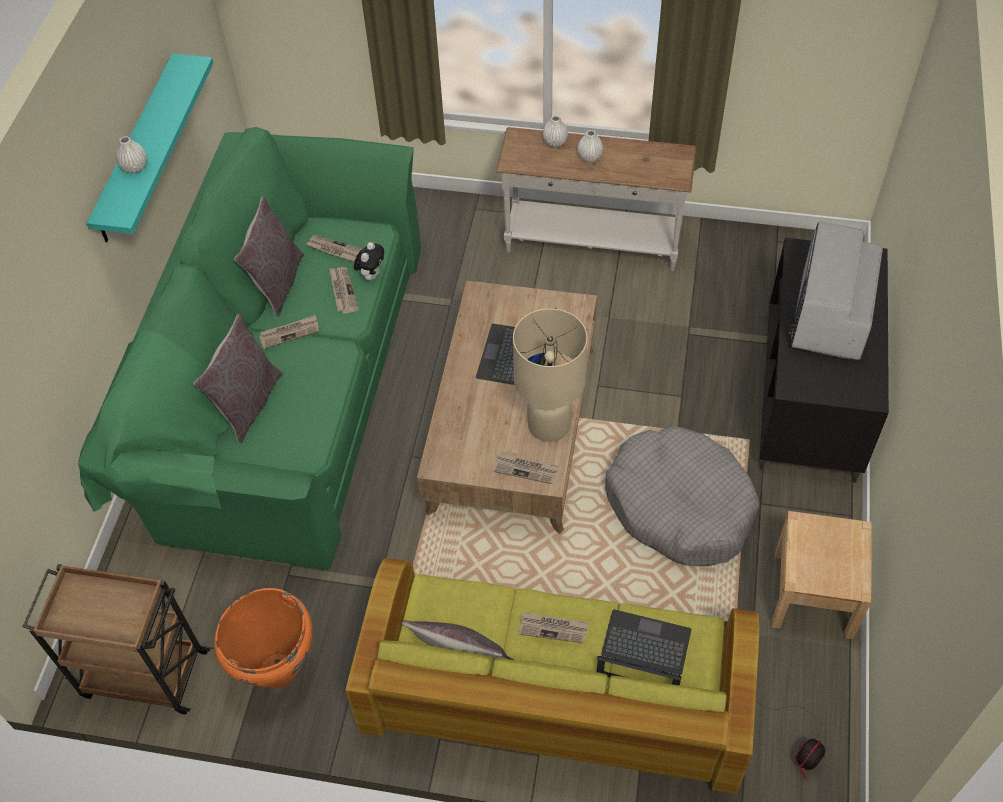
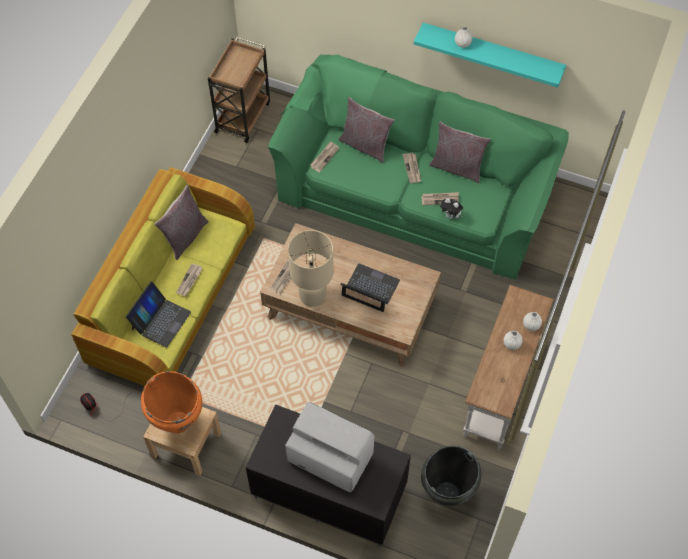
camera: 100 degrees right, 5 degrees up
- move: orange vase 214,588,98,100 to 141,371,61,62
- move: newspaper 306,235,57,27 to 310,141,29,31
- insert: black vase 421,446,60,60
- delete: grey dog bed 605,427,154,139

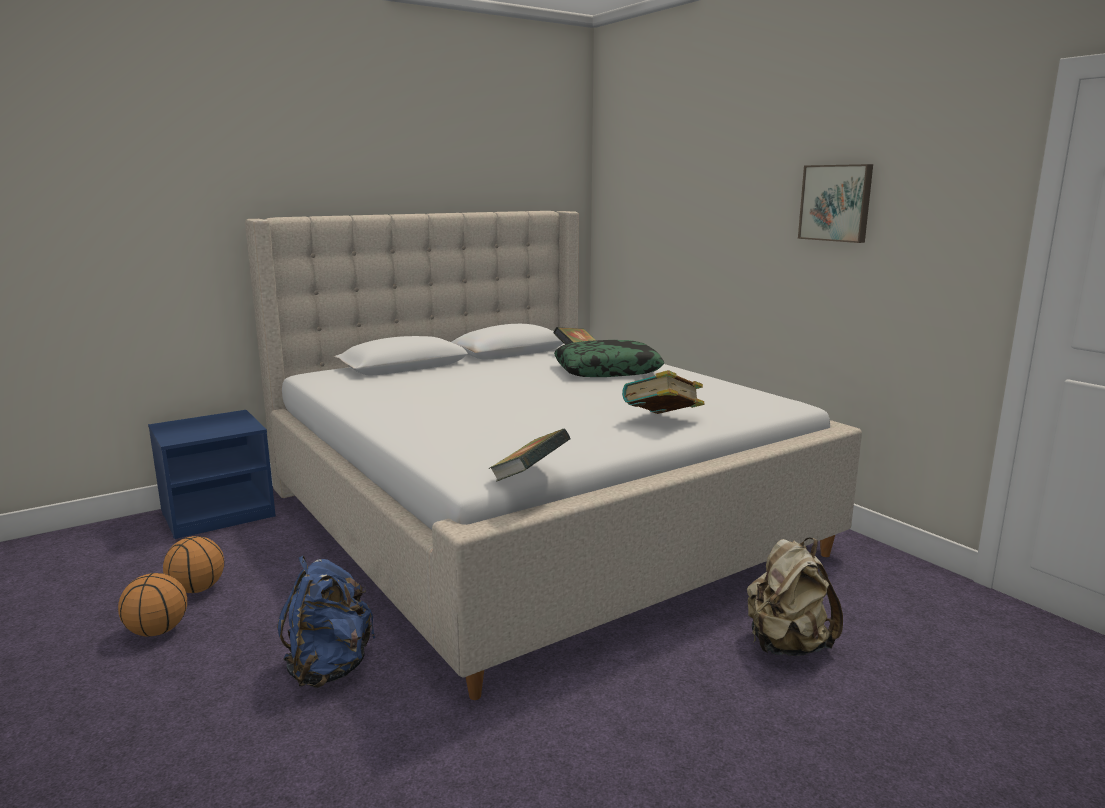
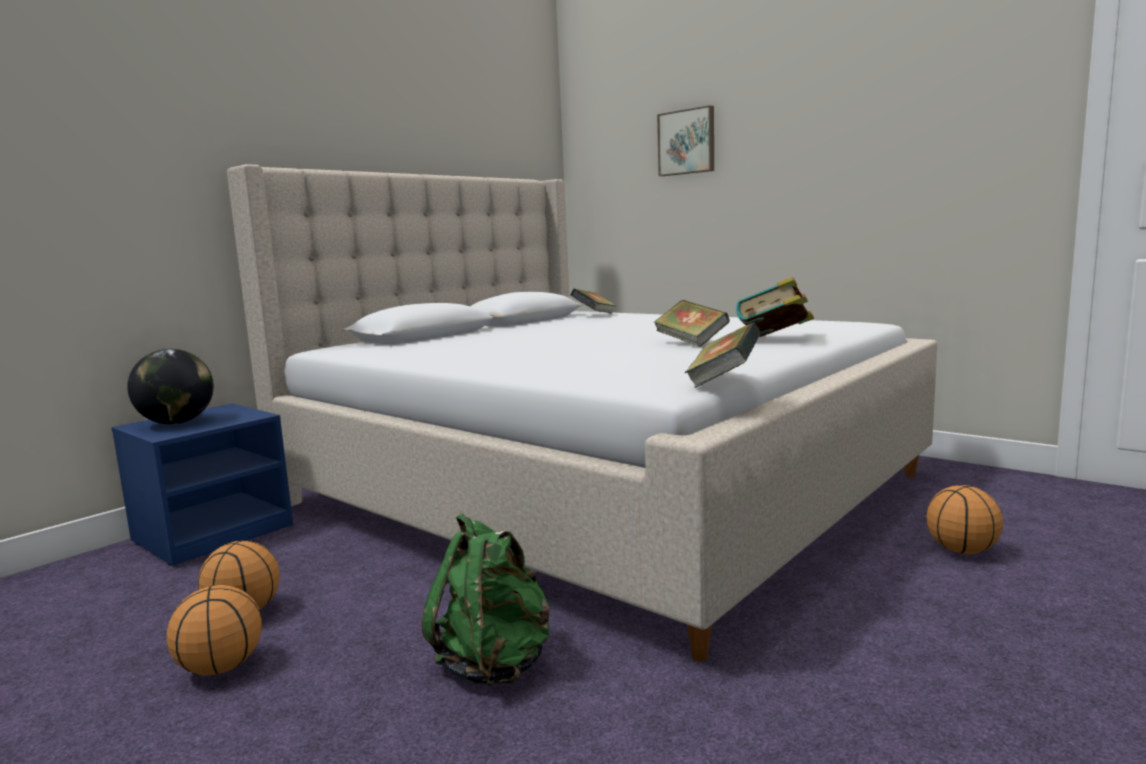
camera: 15 degrees left, 5 degrees down
- insert: globe 127,349,87,75
- recolor: blue backpack 277,556,98,132 to green backpack 422,514,128,172
- insert: book 654,300,76,47
- move: picture 798,164,75,79 to 657,105,57,71
- replace: beige backpack 747,537,96,119 to basketball 926,485,77,69
- delete: pillow 554,340,110,37

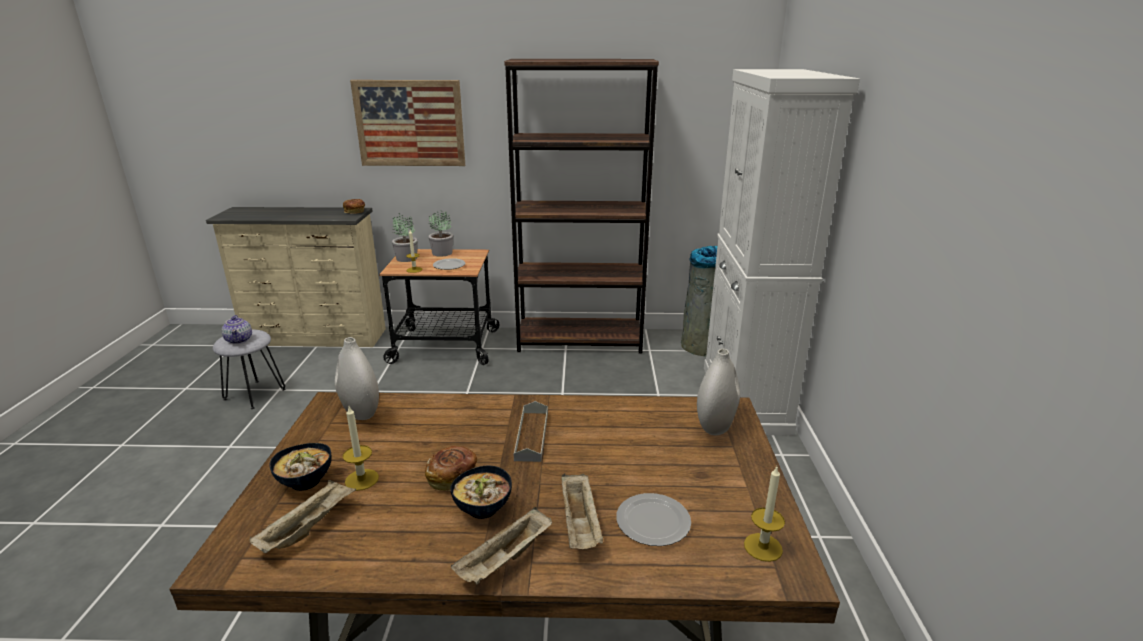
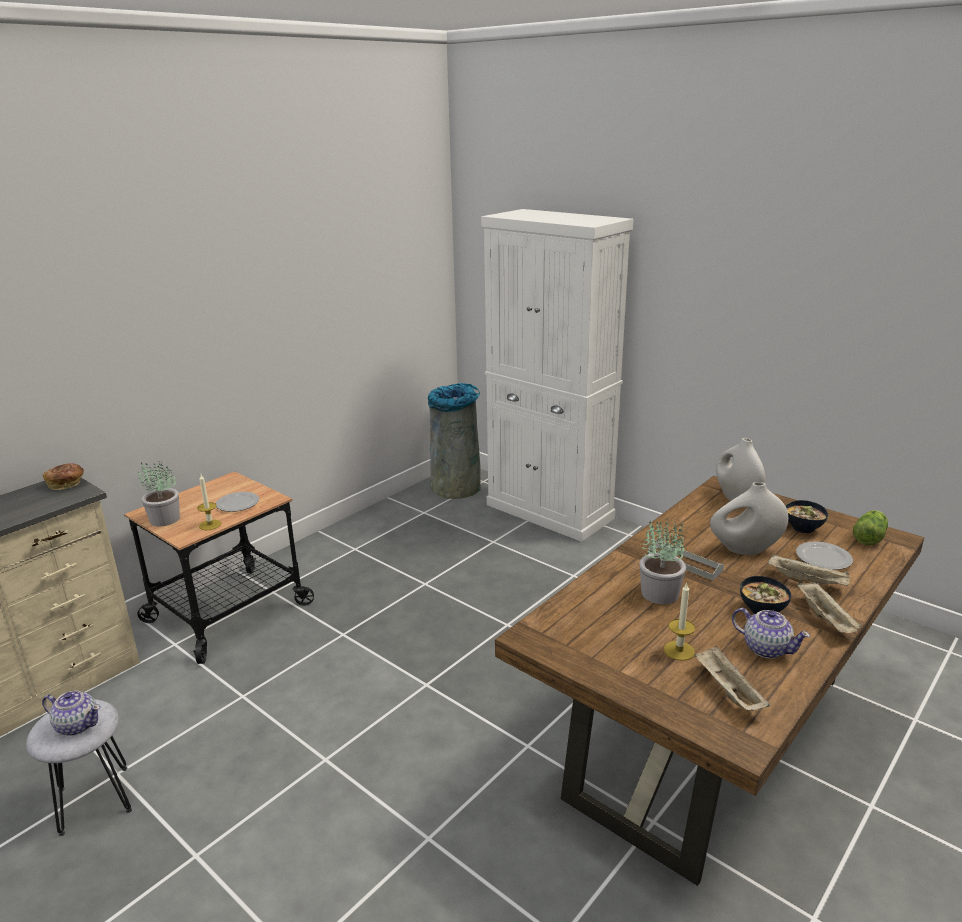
camera: 50 degrees left, 0 degrees up
- move: potted plant 428,211,25,46 to 639,518,47,86
- move: white vase 335,337,44,83 to 710,482,78,73
- insert: teapot 732,608,79,51
- move: bowl 269,443,62,48 to 786,500,42,33
- replace: candle 744,467,41,95 to lettuce 853,510,35,35
- delete: picture 350,80,115,86
- delete: bread 425,446,53,45
- delete: brown bookcase 504,59,155,295

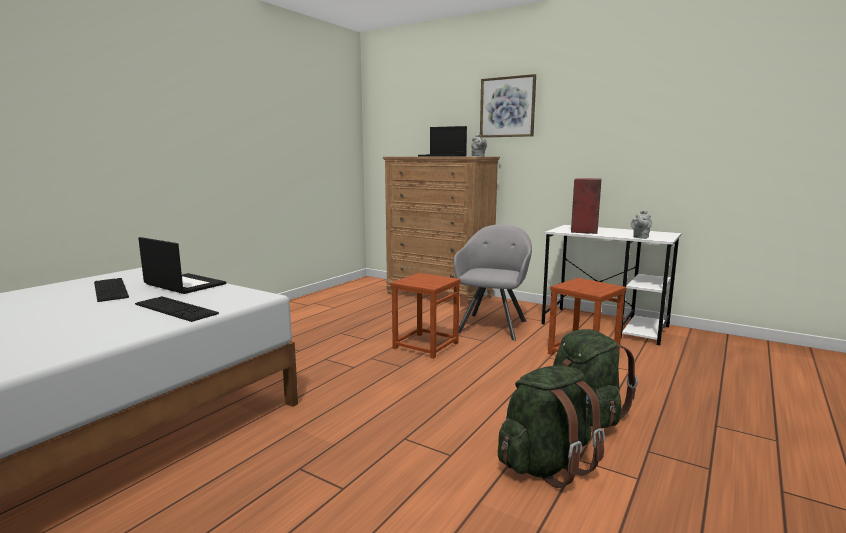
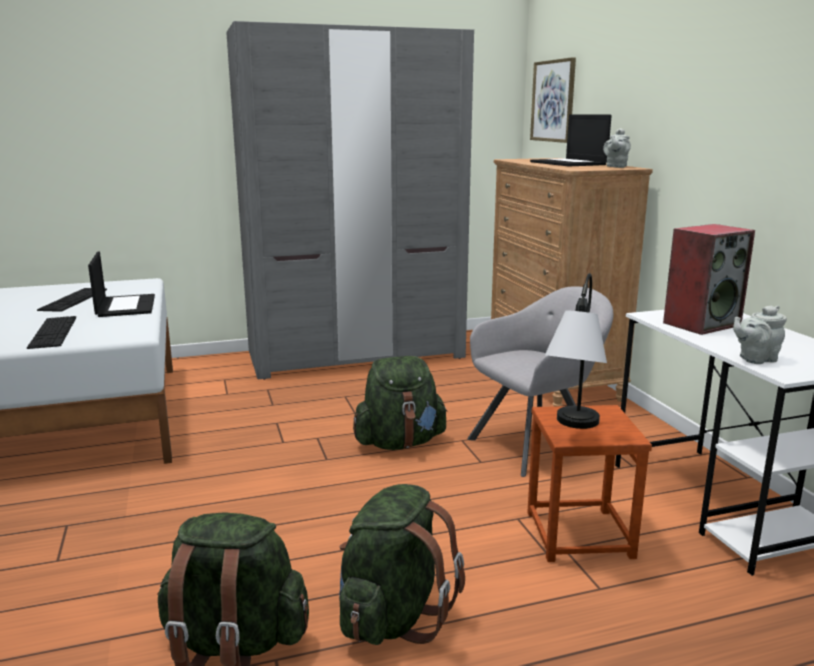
camera: 40 degrees right, 5 degrees up
- insert: grey wardrobe 226,21,248,359
- replace: brown stool 391,273,70,86 to green backpack 353,356,95,94
- move: picture 480,74,56,64 to 530,57,46,86
- insert: table lamp 545,273,62,156

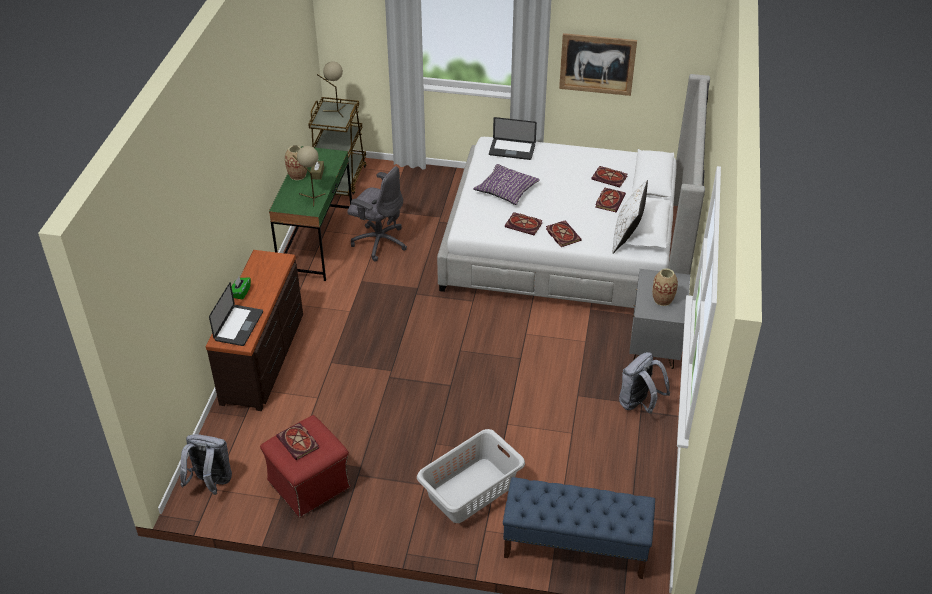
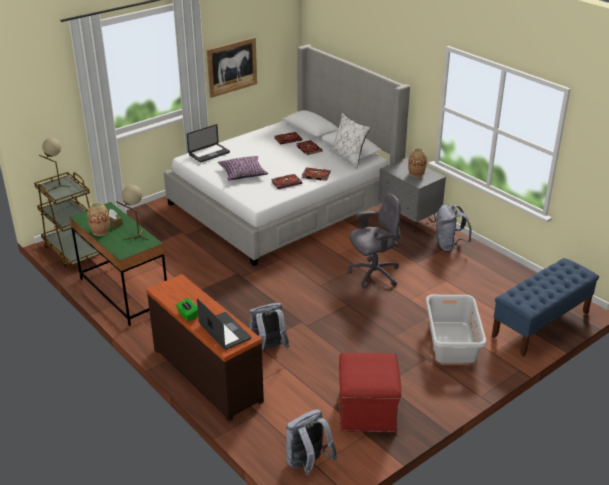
camera: 50 degrees left, 10 degrees down
- insert: grey backpack 249,303,41,48
- move: grey office chair 347,166,60,96 to 348,193,53,96
- delete: book 276,422,43,38

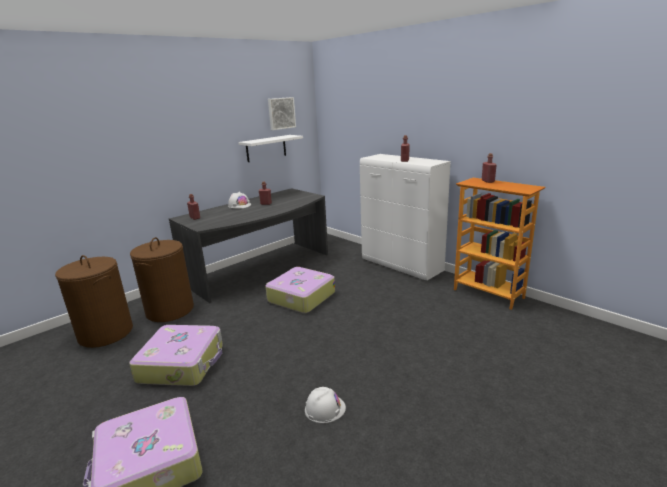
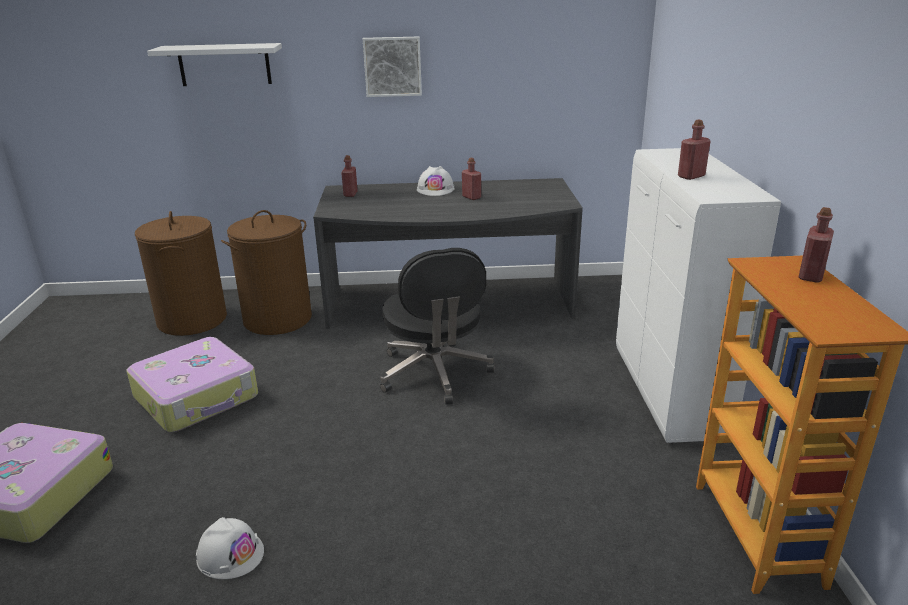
camera: 40 degrees right, 5 degrees up
- move: white shelf 238,135,65,27 to 147,43,135,43
- move: picture 268,97,28,33 to 363,37,59,60
- replace: suitcase 265,267,70,46 to black office chair 380,248,114,157

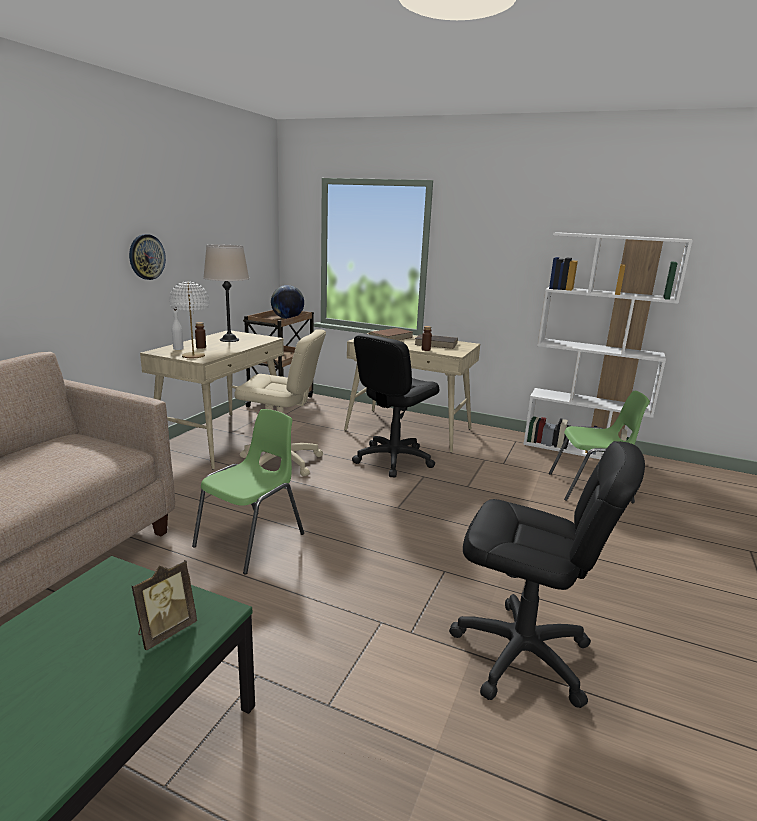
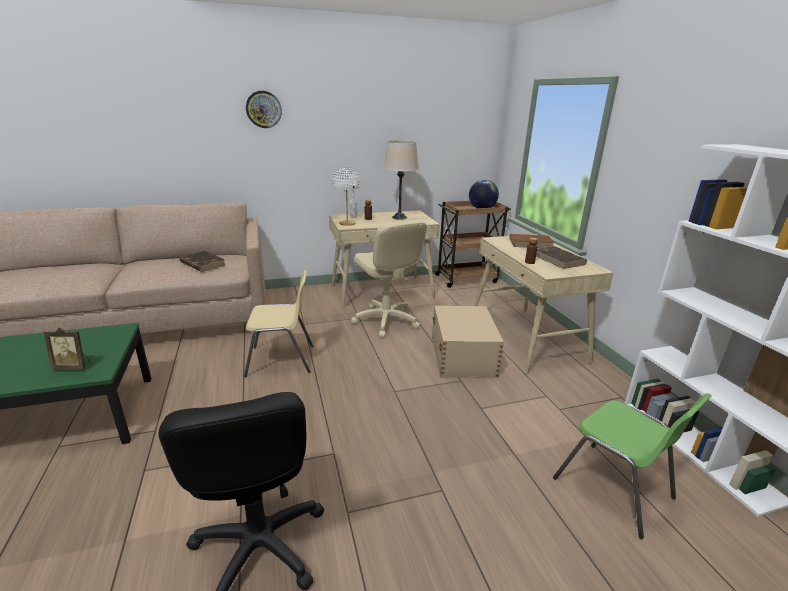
camera: 50 degrees right, 5 degrees up
- insert: brown book 179,251,46,21
- recolor: green chair 192,409,112,165 to beige chair 244,270,69,107
- move: wall clock 129,234,37,46 to 246,91,36,37
- replace: black office chair 352,334,87,143 to beige storage box 432,306,72,72

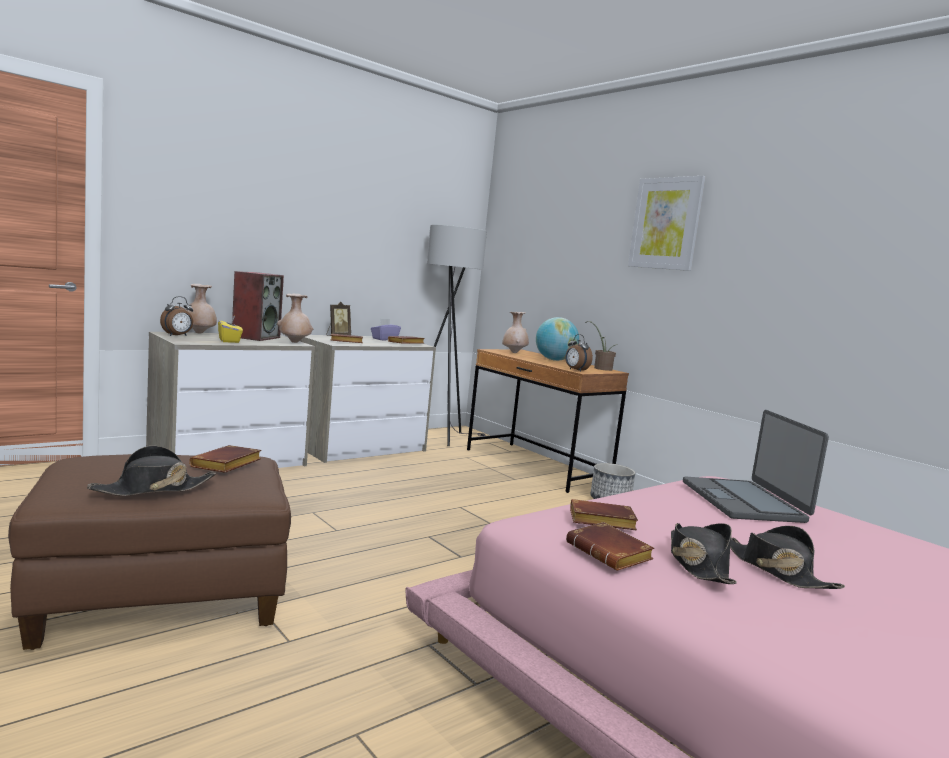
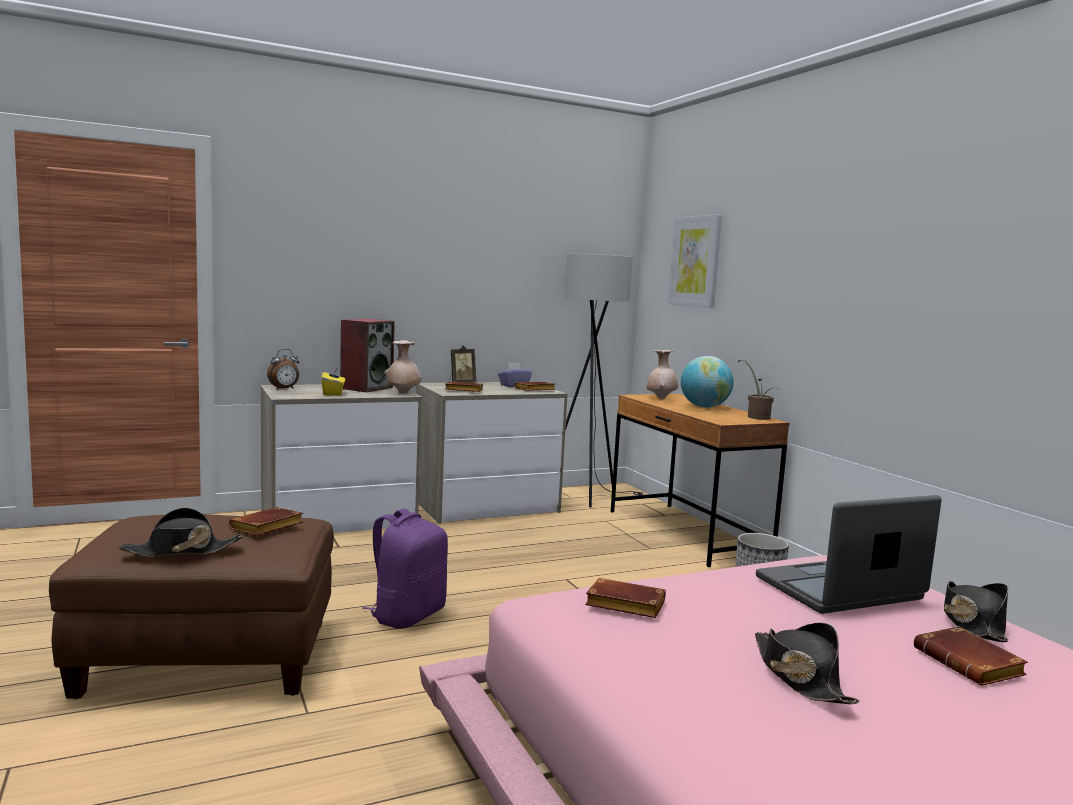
camera: 15 degrees right, 0 degrees up
- insert: purple backpack 363,509,85,120
- move: picture 628,176,77,95 to 668,214,54,94
- rotate: laptop 683,410,146,113 = 756,495,186,119 60 degrees clockwise
- move: brown book 566,522,88,49 to 914,626,114,60
- move: black hat 671,523,66,61 to 944,581,65,61
- delete: beige vase 186,284,31,50
- delete: alarm clock 566,334,27,38

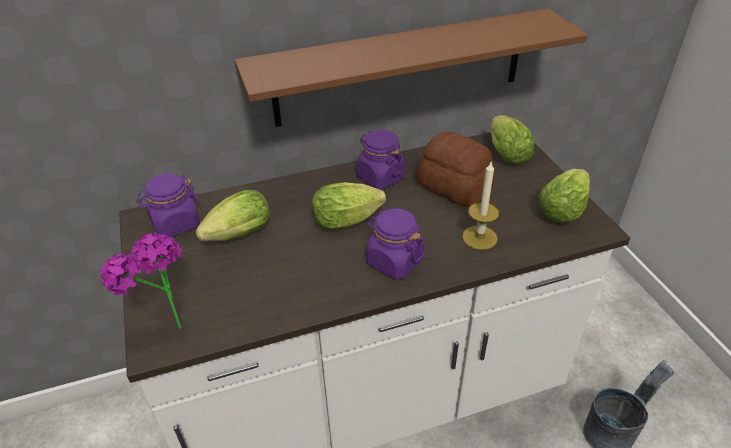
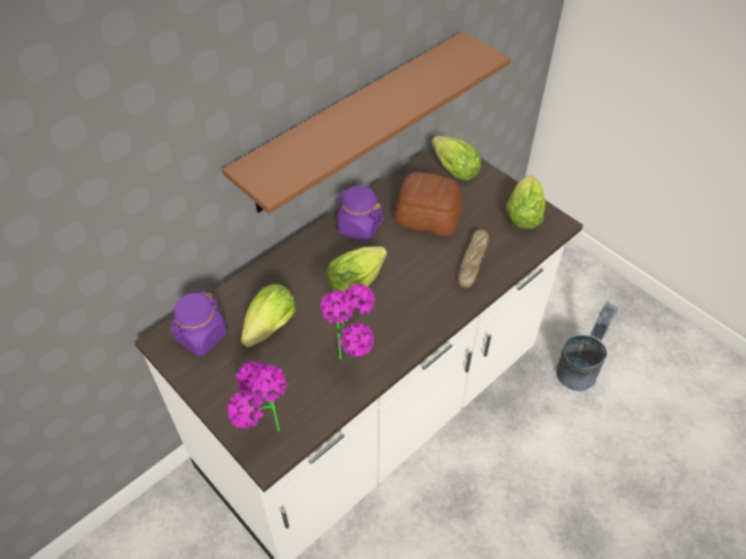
camera: 25 degrees left, 10 degrees up
- insert: potted plant 320,284,55,76
- replace: candle 462,160,37,90 to bread 458,230,31,58
- delete: purple jar 366,208,58,71

